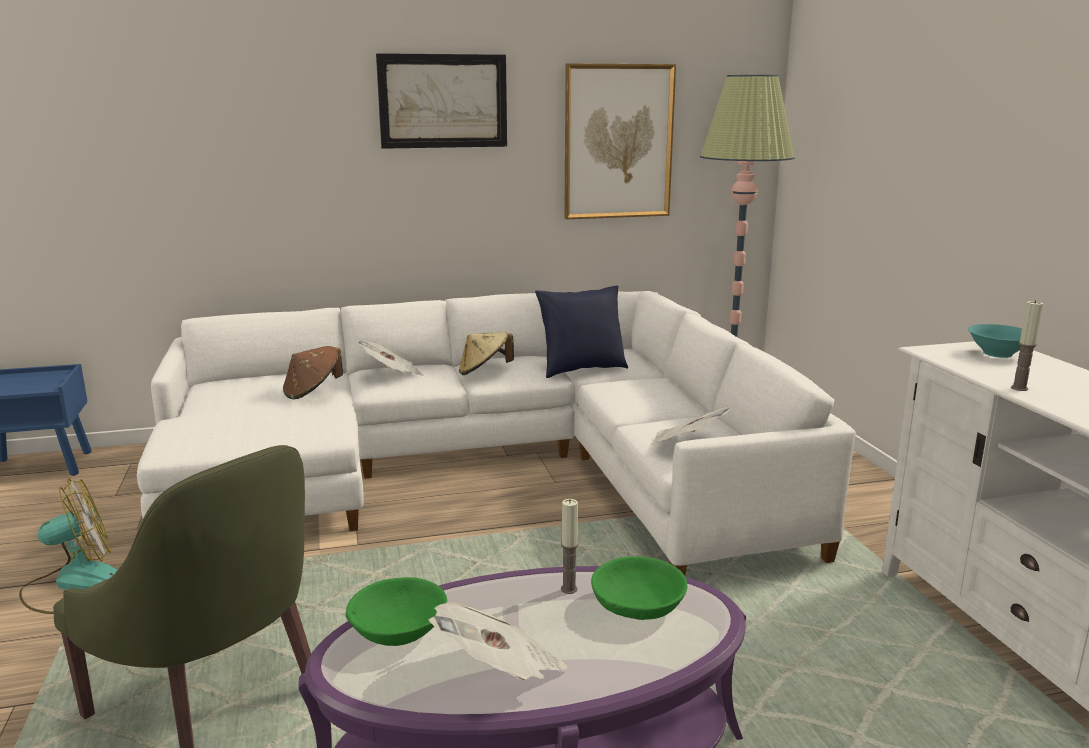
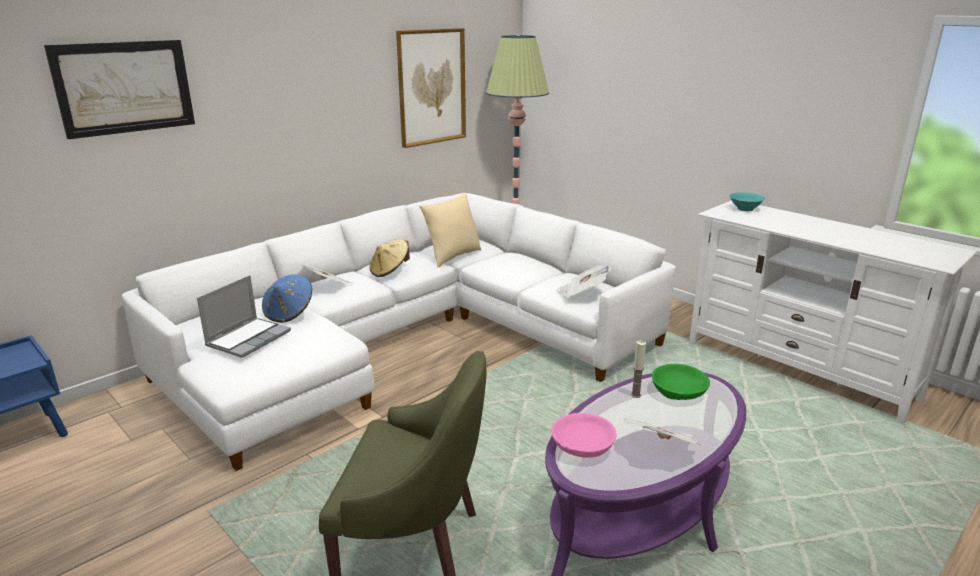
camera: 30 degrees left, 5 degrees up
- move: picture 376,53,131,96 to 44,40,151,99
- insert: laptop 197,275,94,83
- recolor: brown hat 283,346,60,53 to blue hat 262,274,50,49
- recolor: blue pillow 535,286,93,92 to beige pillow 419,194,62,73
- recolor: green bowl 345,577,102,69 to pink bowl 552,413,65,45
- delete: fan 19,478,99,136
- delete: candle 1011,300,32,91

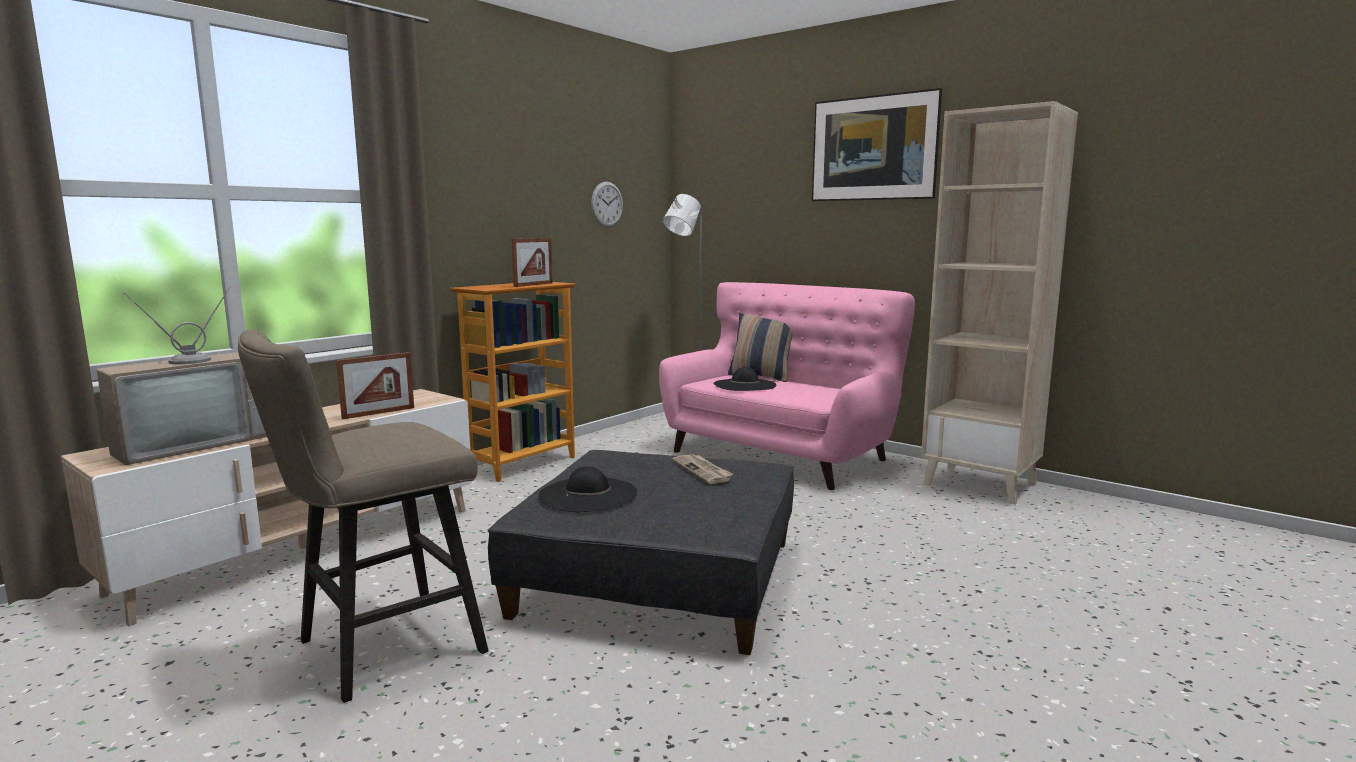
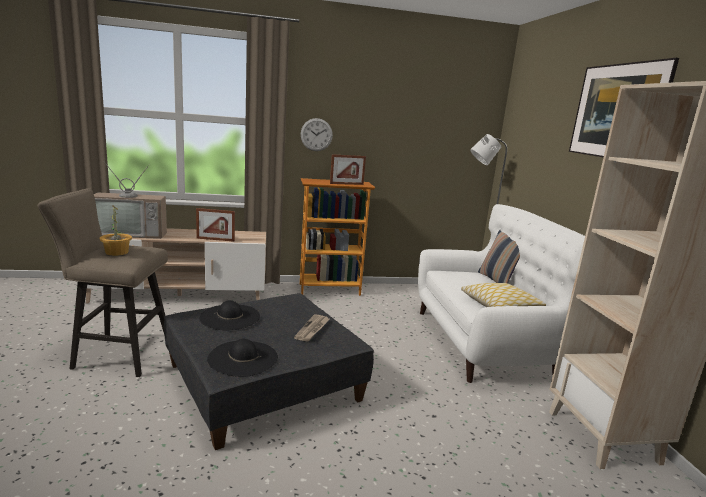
camera: 40 degrees right, 5 degrees up
- insert: potted plant 100,205,32,51
- move: black hat 713,367,63,24 to 207,339,71,38
- move: wall clock 591,182,32,46 to 301,118,32,33
- recolor: pink sofa 659,282,256,208 to white sofa 418,204,167,179
- insert: pillow 461,283,85,24

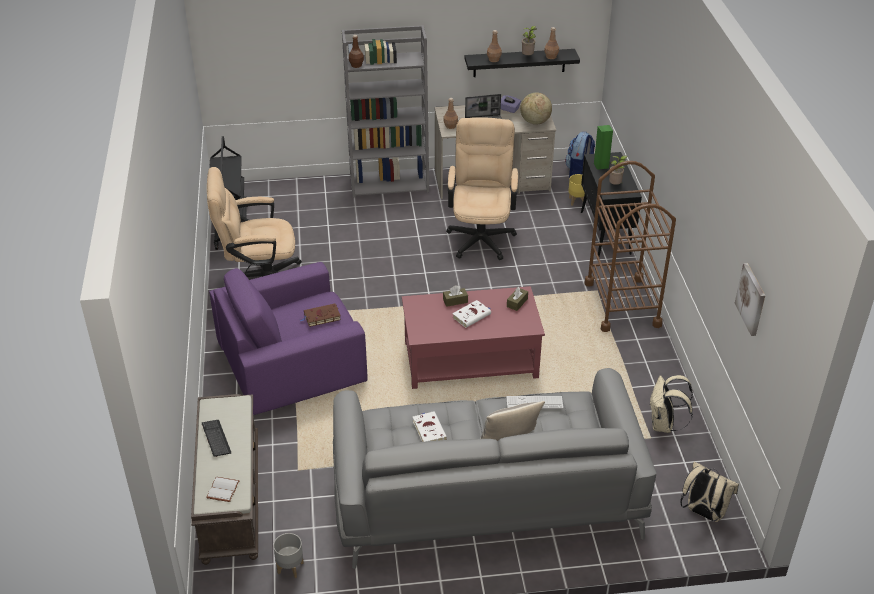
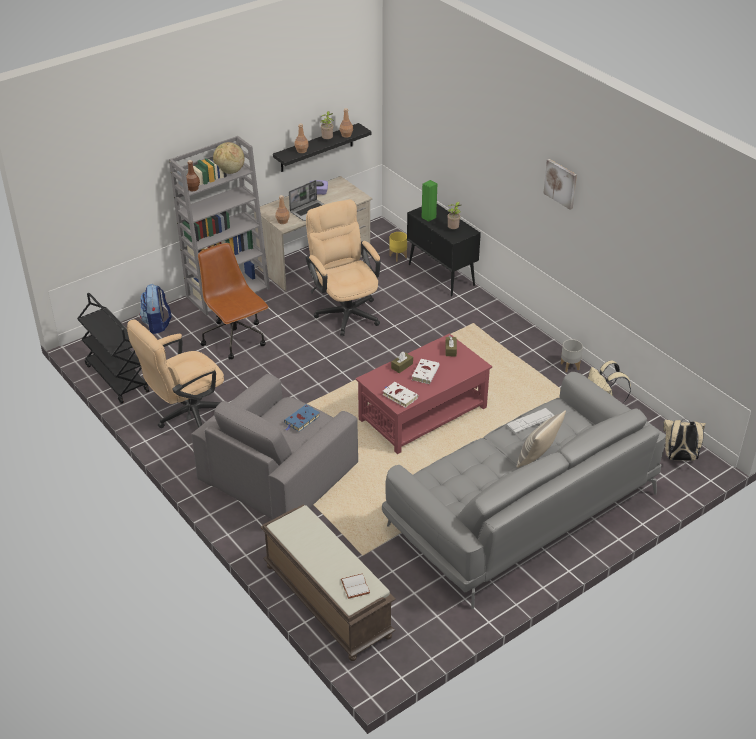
camera: 30 degrees left, 0 degrees up
- move: backpack 565,132,30,45 to 140,284,32,50
- recolor: purple armchair 209,262,159,153 to grey armchair 191,374,167,146
- insert: brown office chair 198,243,71,116
- move: globe 520,92,32,33 to 213,142,32,32
- recolor: brown book 300,304,41,23 to blue book 284,404,36,28
- move: white book 413,412,34,30 to 382,382,36,26
- move: picture 735,263,30,73 to 543,159,34,51
- move: grey planter 273,533,31,45 to 561,339,22,33
- delete: keyboard 202,420,29,37
- delete: brown cart 584,161,92,171

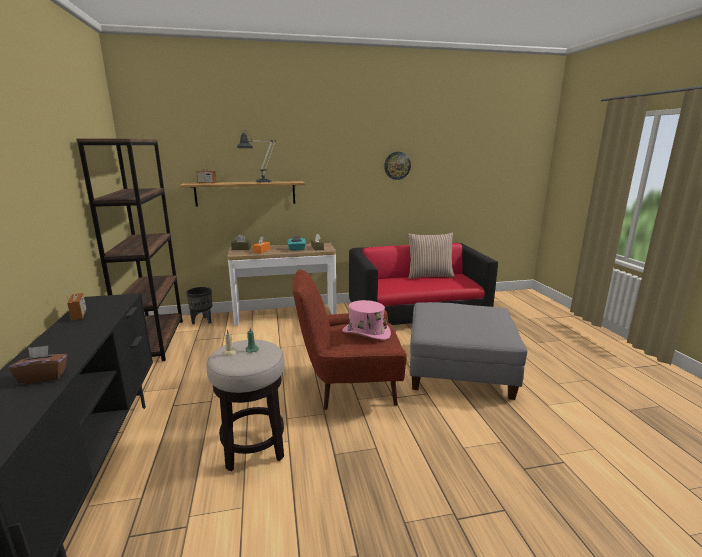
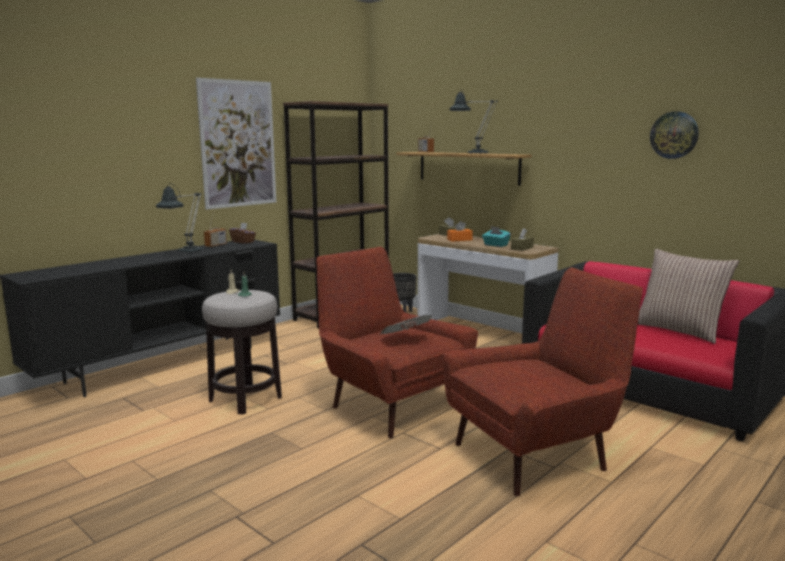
camera: 55 degrees right, 5 degrees down
- insert: table lamp 156,183,47,70
- insert: picture 196,78,80,132
- move: brown tissue box 9,346,58,38 to 229,223,27,21
- replace: pink hat 342,300,49,40 to newspaper 380,315,53,19
- replace: grey ottoman 410,302,118,98 to red armchair 442,267,201,229

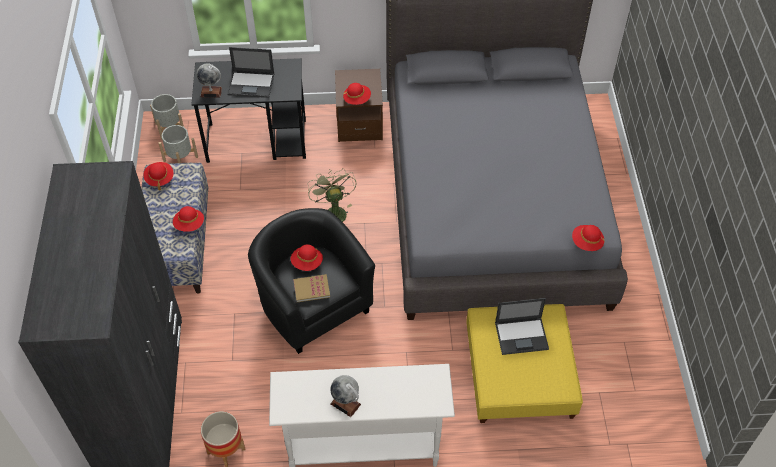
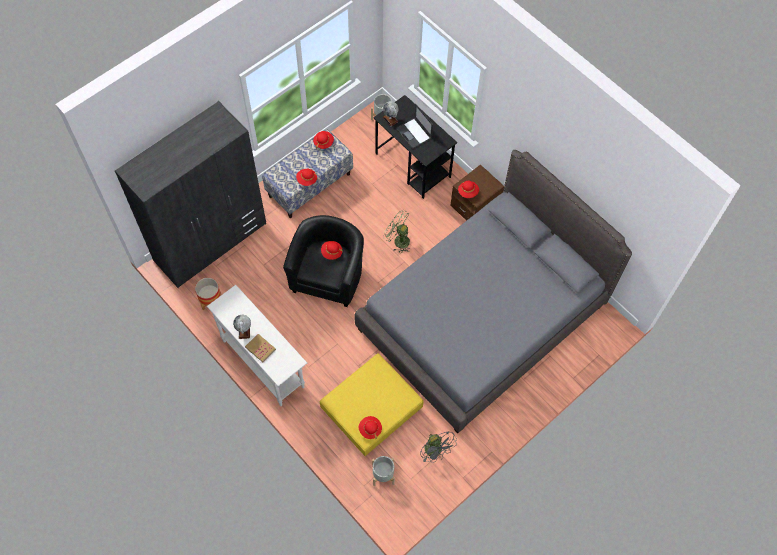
camera: 50 degrees right, 10 degrees up
- move: book 293,274,37,28 to 245,334,31,28
- move: red hat 572,225,33,26 to 359,416,23,23
- move: grey planter 158,125,40,38 to 372,456,23,30
- rotate: green fan 307,168,50,54 = 383,210,28,43 90 degrees counterclockwise
- insert: grey fan 420,431,37,32
- delete: laptop 495,298,54,57

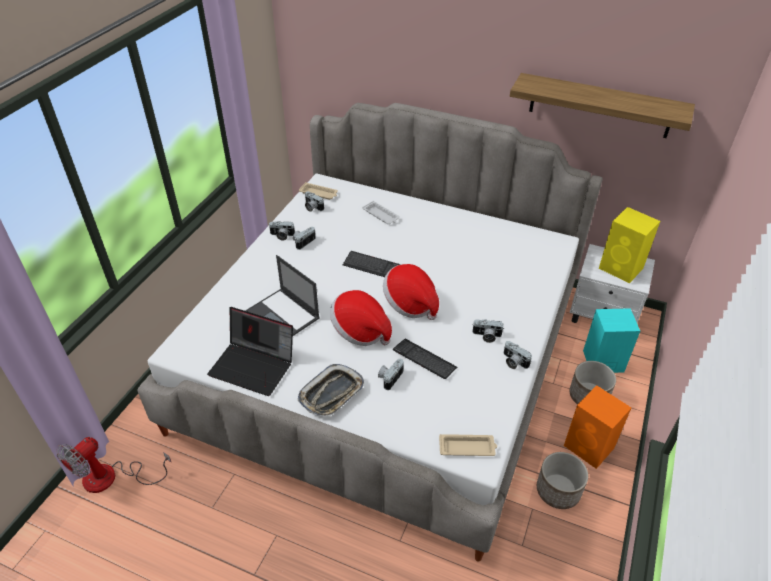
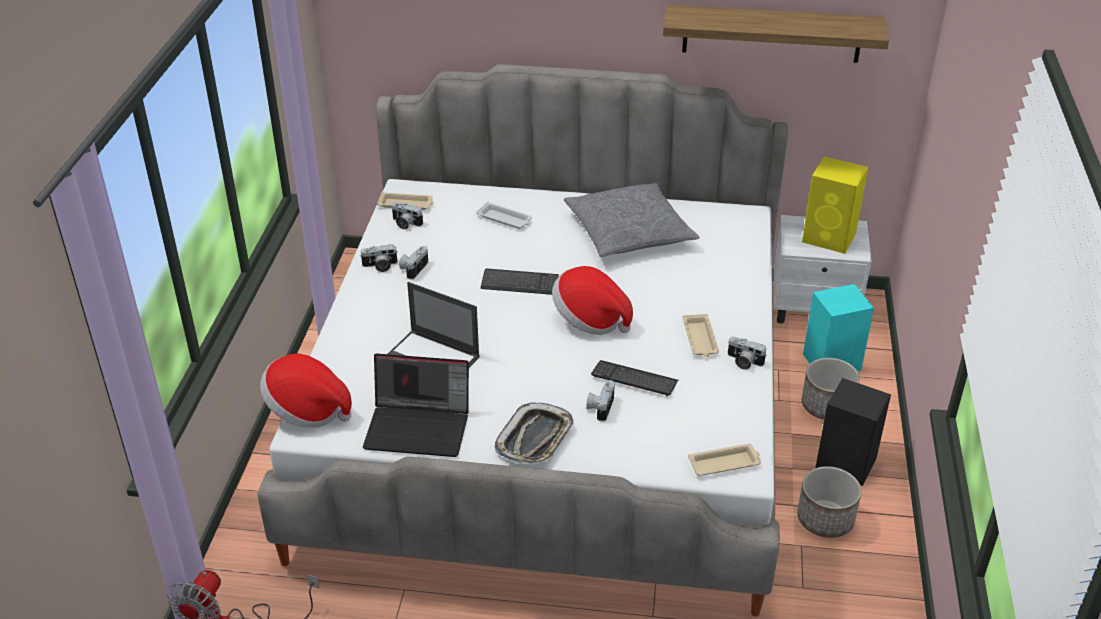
camera: 15 degrees left, 5 degrees down
- move: hat 330,290,62,56 to 260,354,92,74
- insert: grey pillow 564,183,136,74
- replace: photo camera 472,319,32,24 to beige tray 682,314,37,43
- recolor: orange speaker 564,385,67,84 to black speaker 815,378,76,108

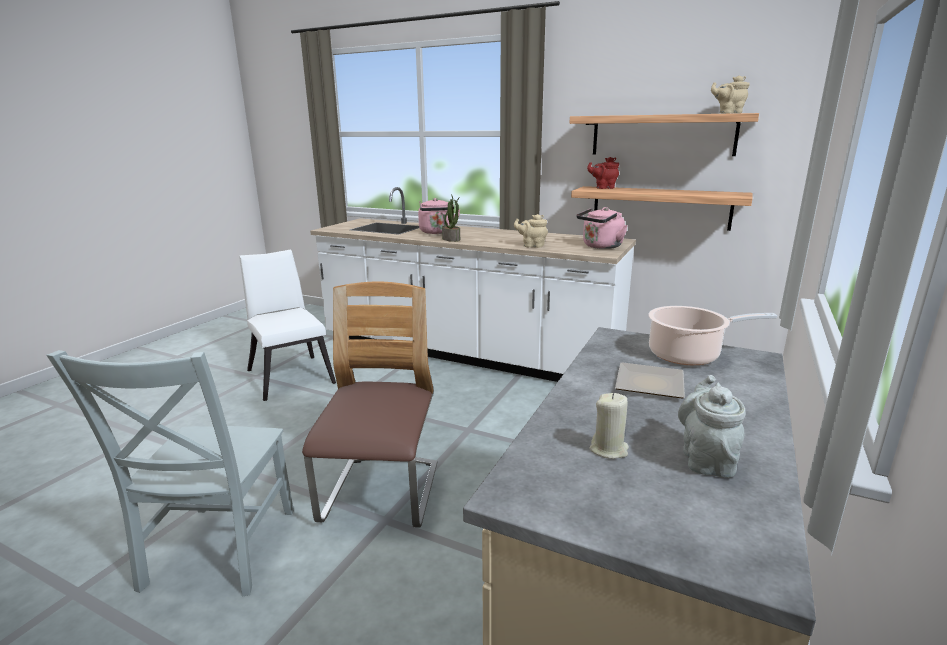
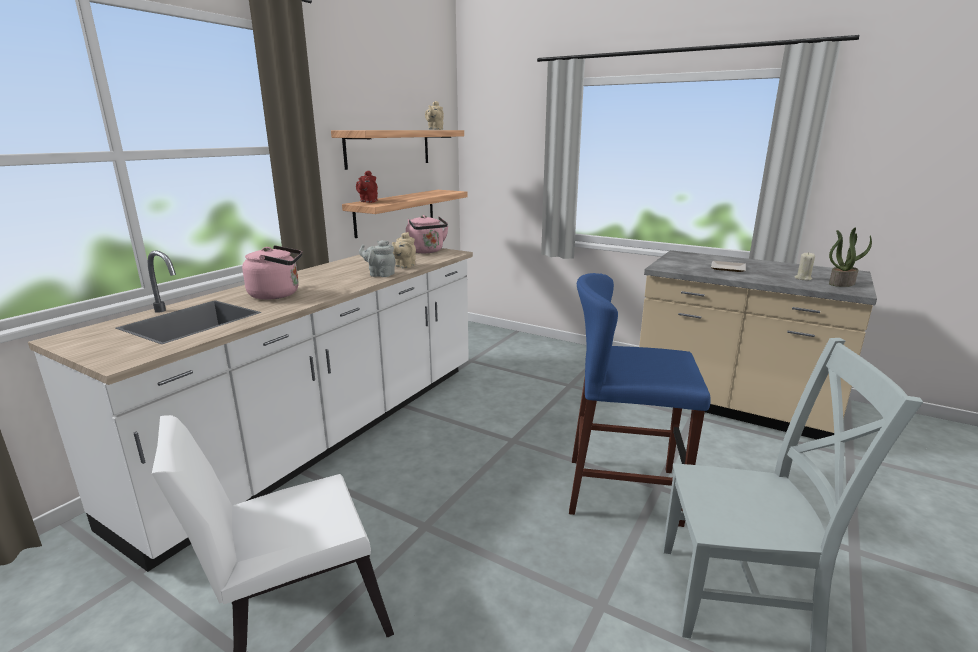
camera: 85 degrees left, 0 degrees up
- move: grey teapot 678,375,68,103 to 359,240,37,37
- replace: chair 302,281,136,247 to blue stool 569,273,142,254
- move: potted plant 442,194,18,48 to 829,228,43,59
- delete: cooking pot 648,306,129,59

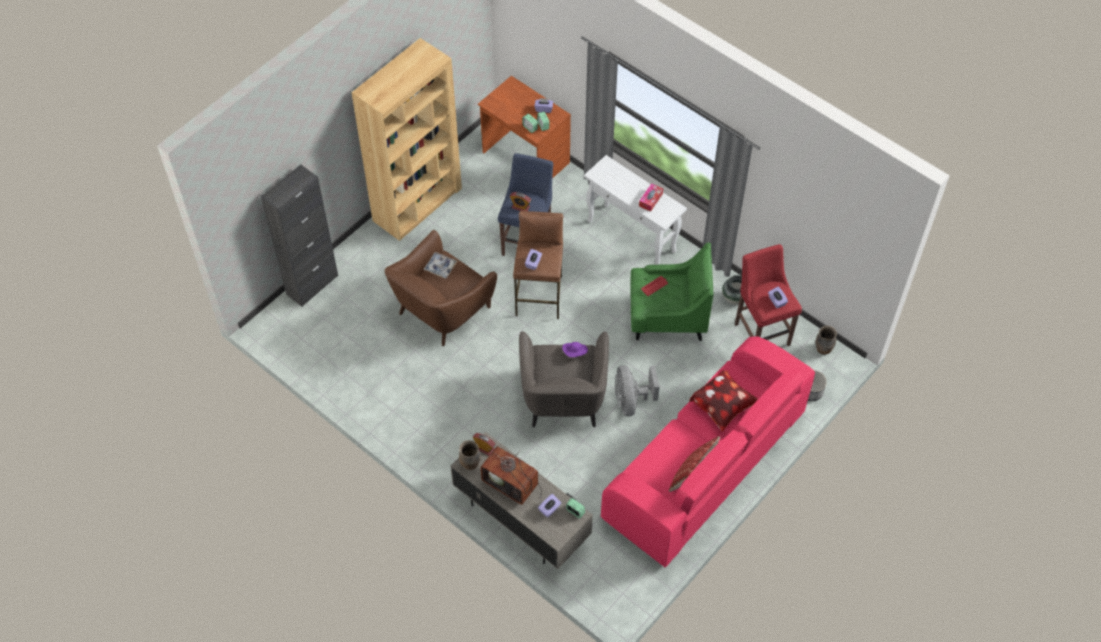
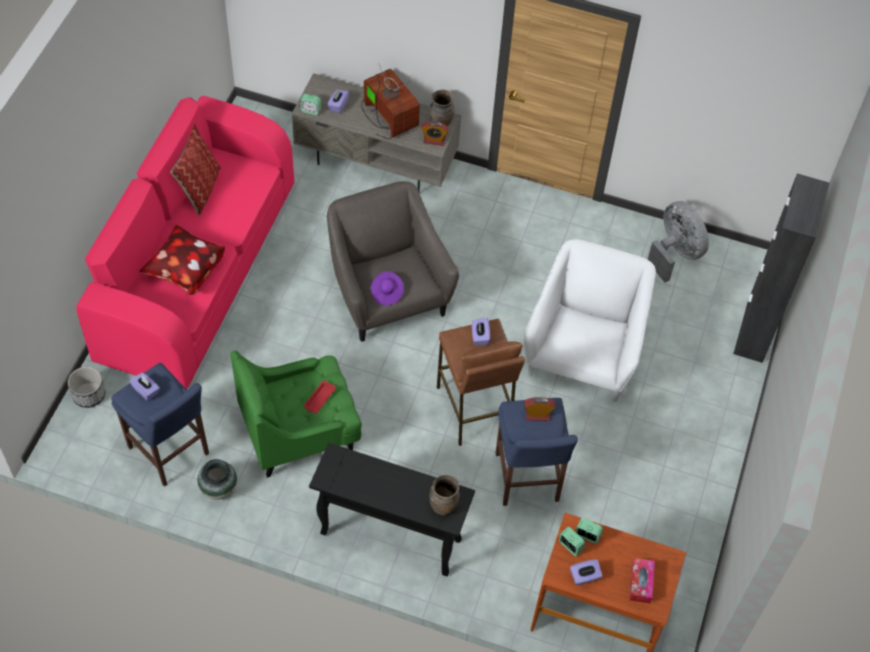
camera: 155 degrees right, 0 degrees up
- recolor: red stool 735,244,67,102 to blue stool 111,363,98,124
- recolor: white console table 584,155,103,110 to black console table 309,442,166,135
- rotate: television 481,447,61,58 = 361,65,59,74 45 degrees clockwise
- move: brown vase 816,326,21,29 to 430,474,30,42
- recolor: brown armchair 385,230,112,116 to white armchair 524,239,132,163
- move: tissue box 639,183,24,29 to 629,558,26,45
- move: grey fan 615,365,45,51 to 647,201,62,82
- delete: brown bookcase 351,38,111,203
- delete: tray 423,252,34,27

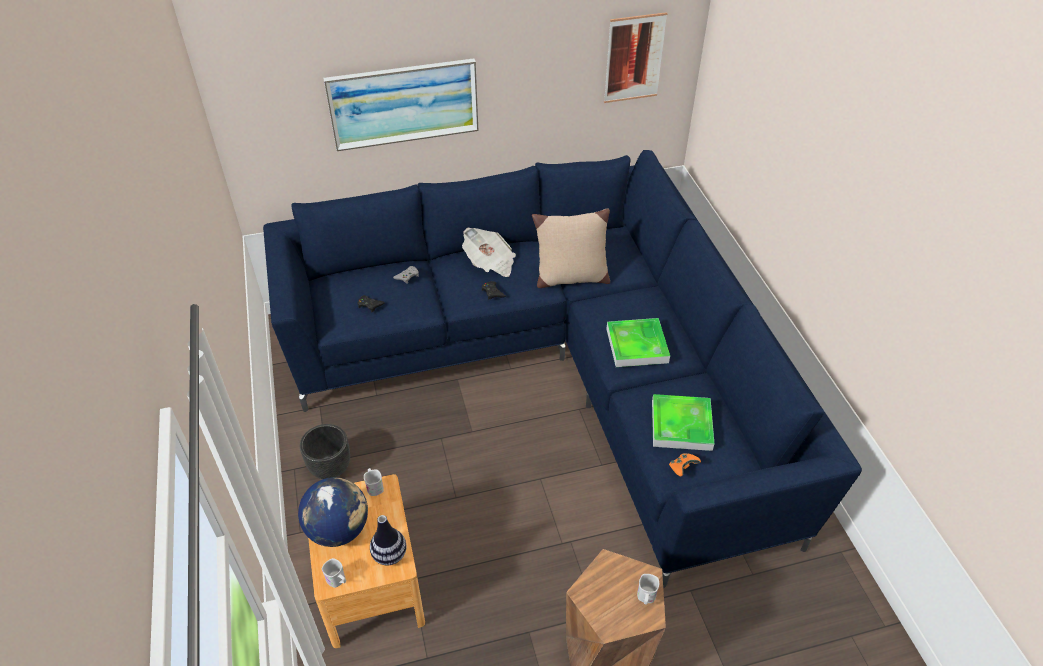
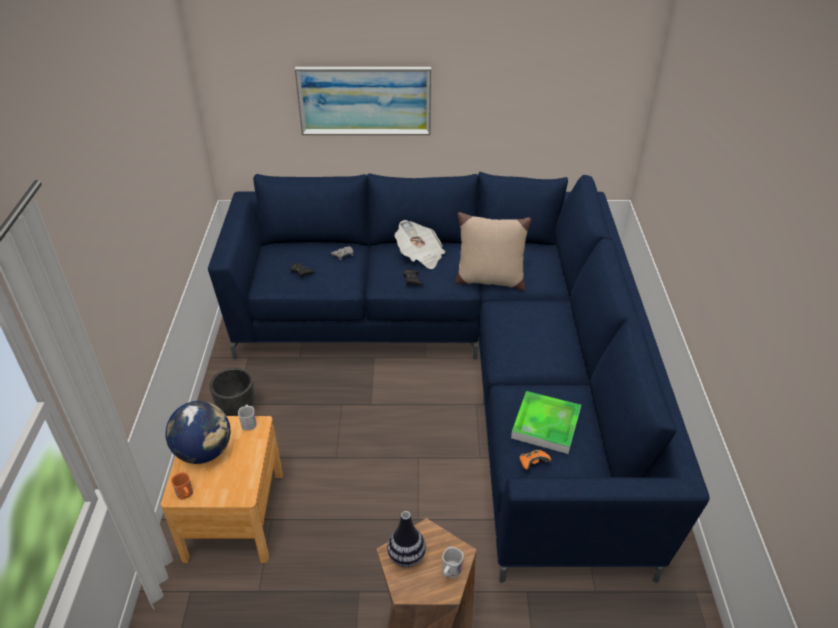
camera: 15 degrees right, 5 degrees down
- recolor: white mug 322,558,24,30 to orange mug 171,472,22,28
- move: vase 370,515,37,51 to 387,511,39,56
- delete: picture 604,12,63,91
- delete: tray 606,318,64,49

